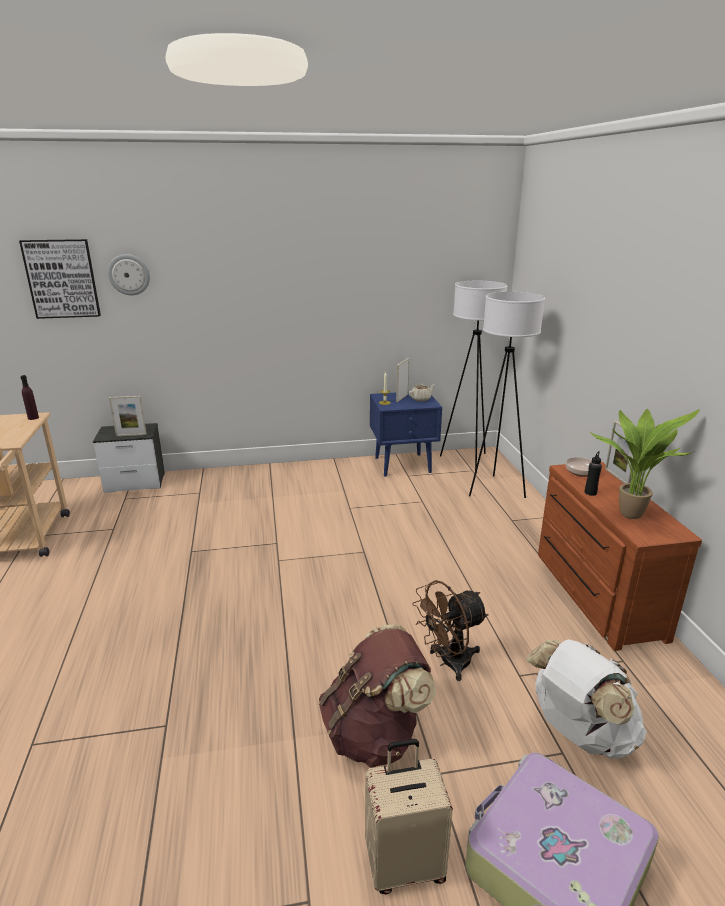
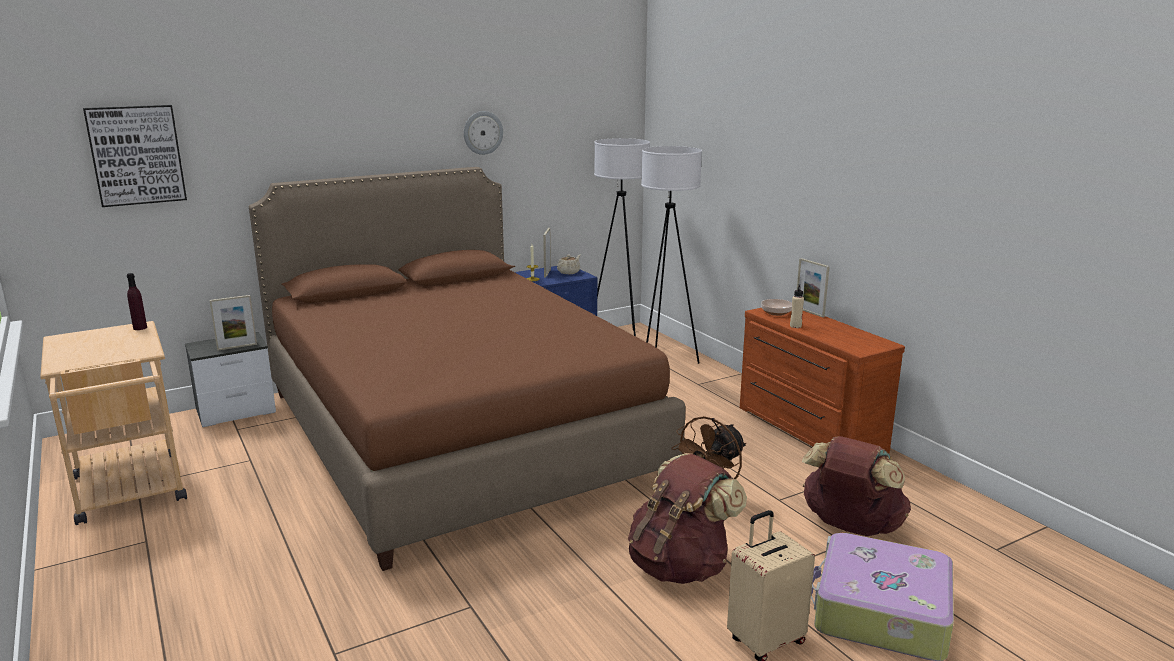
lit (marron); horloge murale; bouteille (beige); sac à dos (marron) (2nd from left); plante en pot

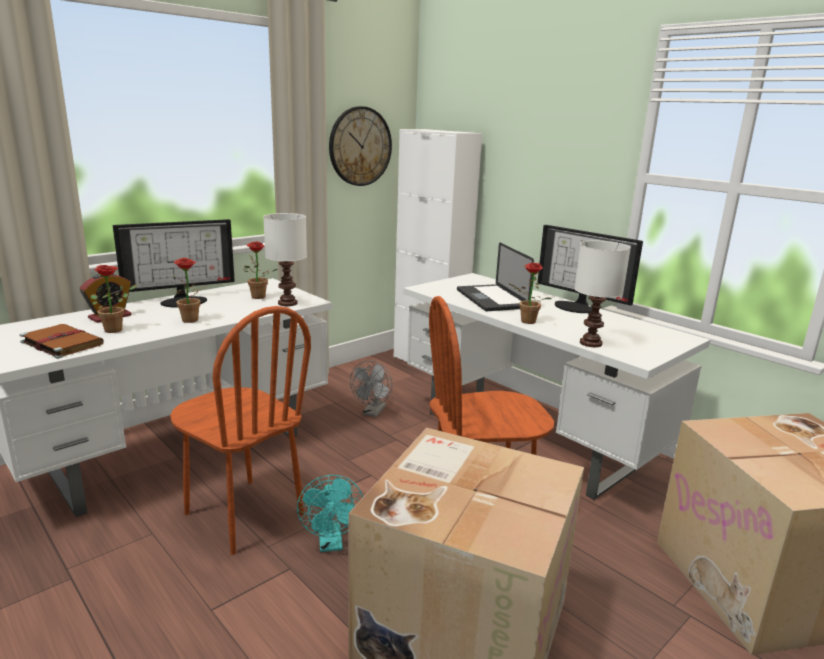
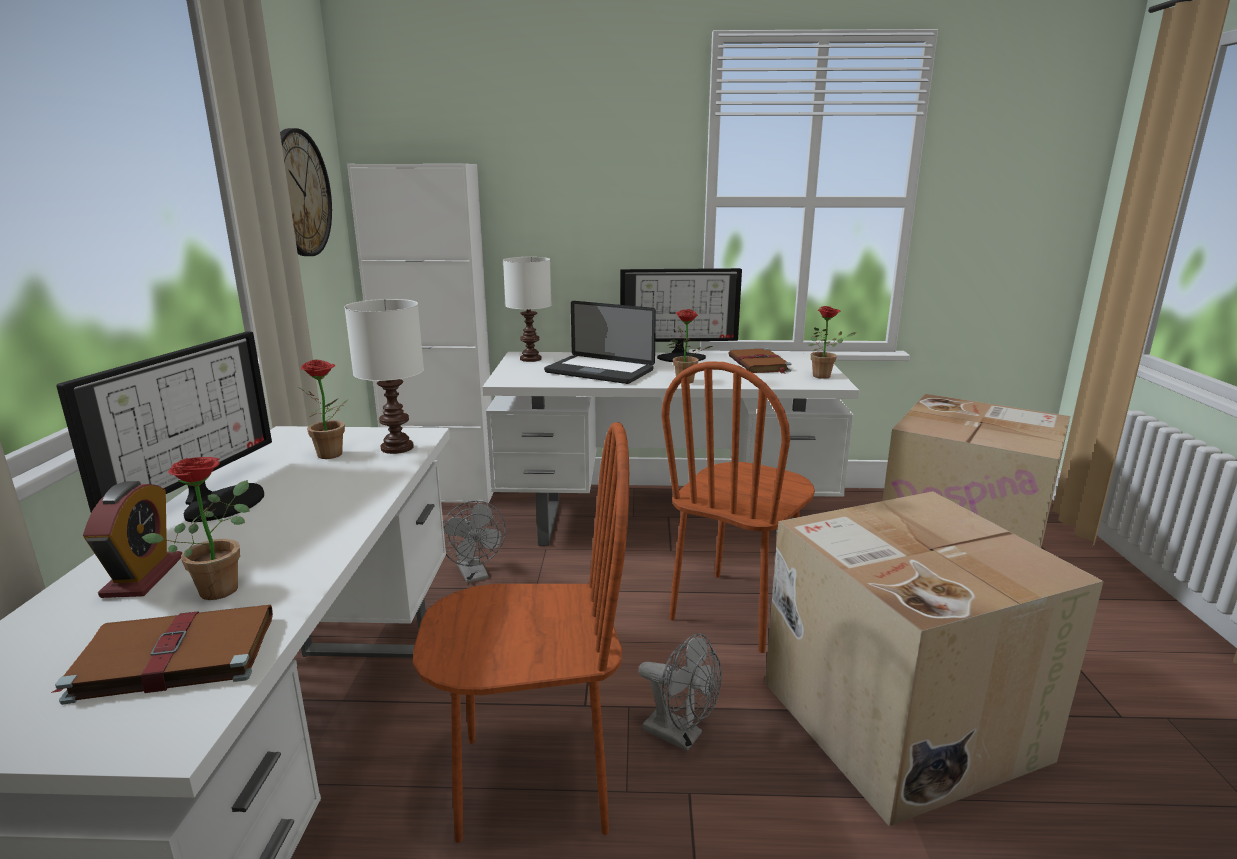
lampe de table (blanc) (2nd from left); ventilateur (gris) (2nd from left); livre (marron) (2nd from left); plante en pot (4th from left)

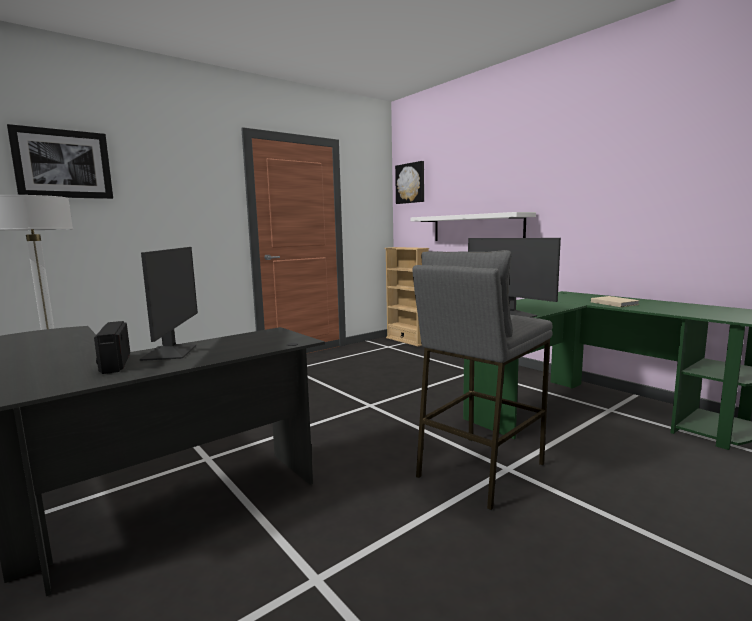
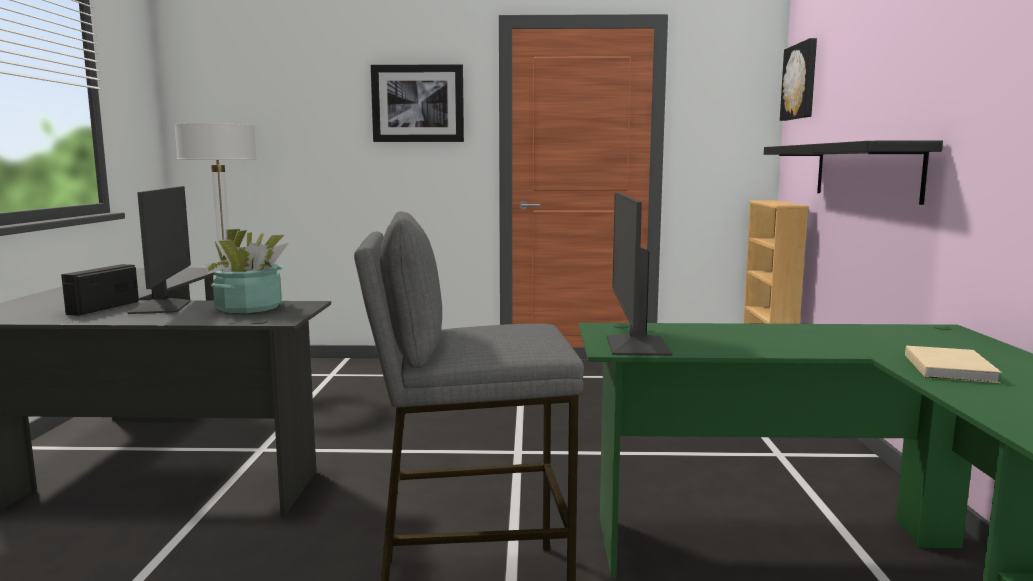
écran d'ordinateur (1st from left); plante en pot; tableau (1st from left); étagère (noir)

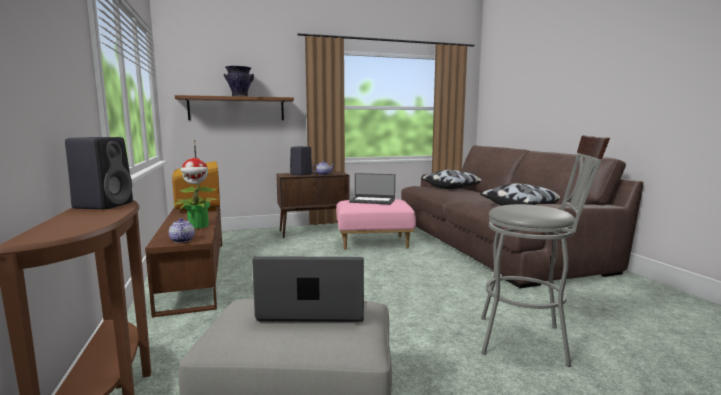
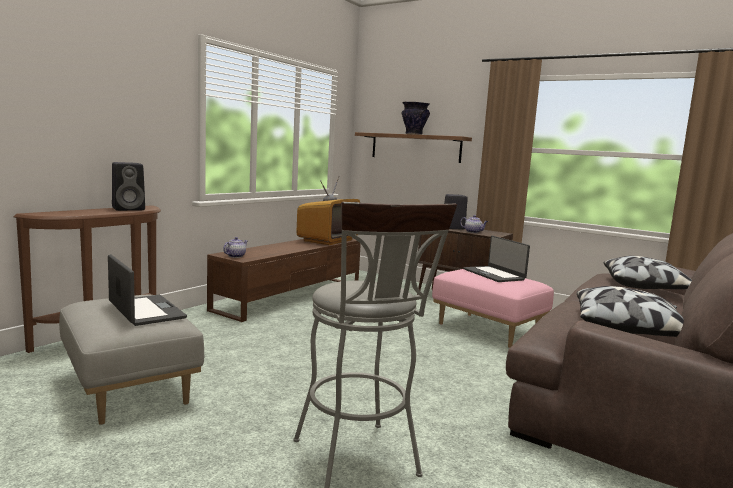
plante en pot

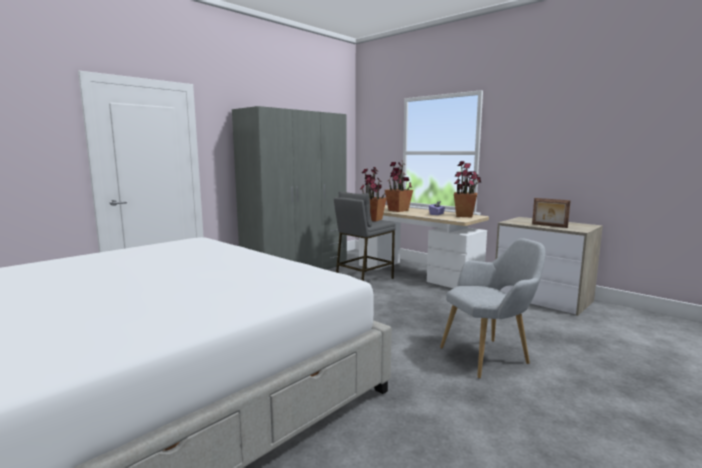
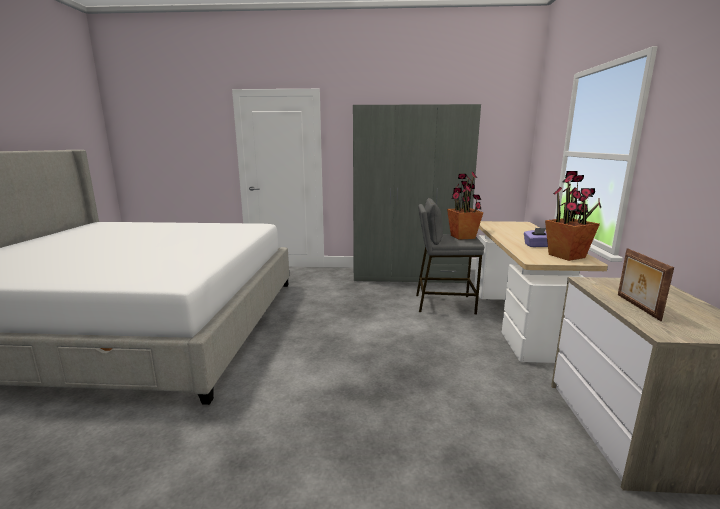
plante en pot (2nd from left in the first image); fauteuil (gris)

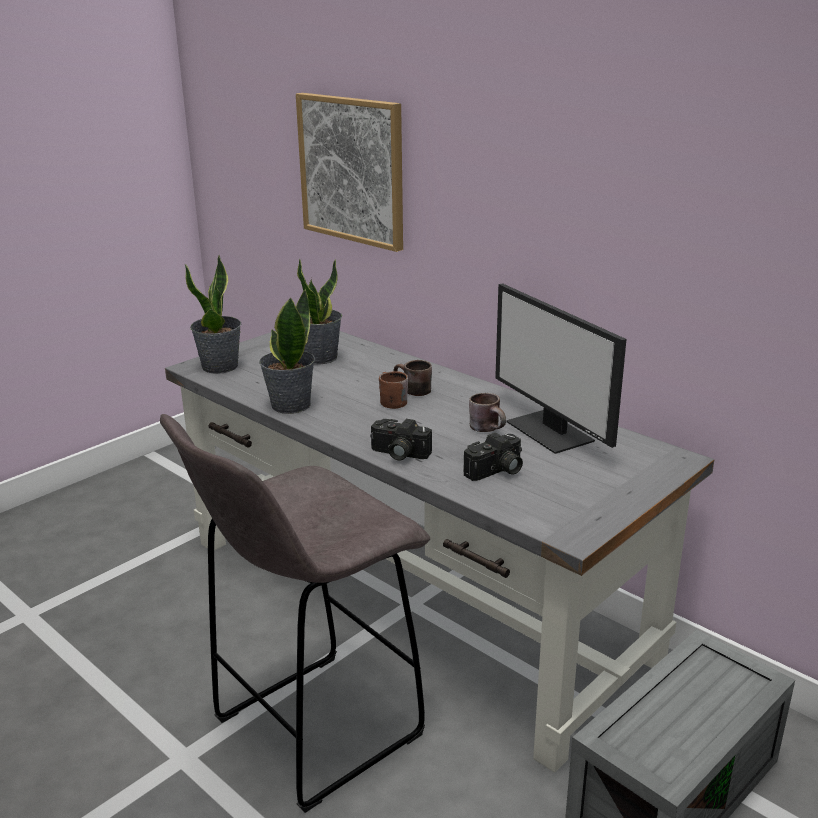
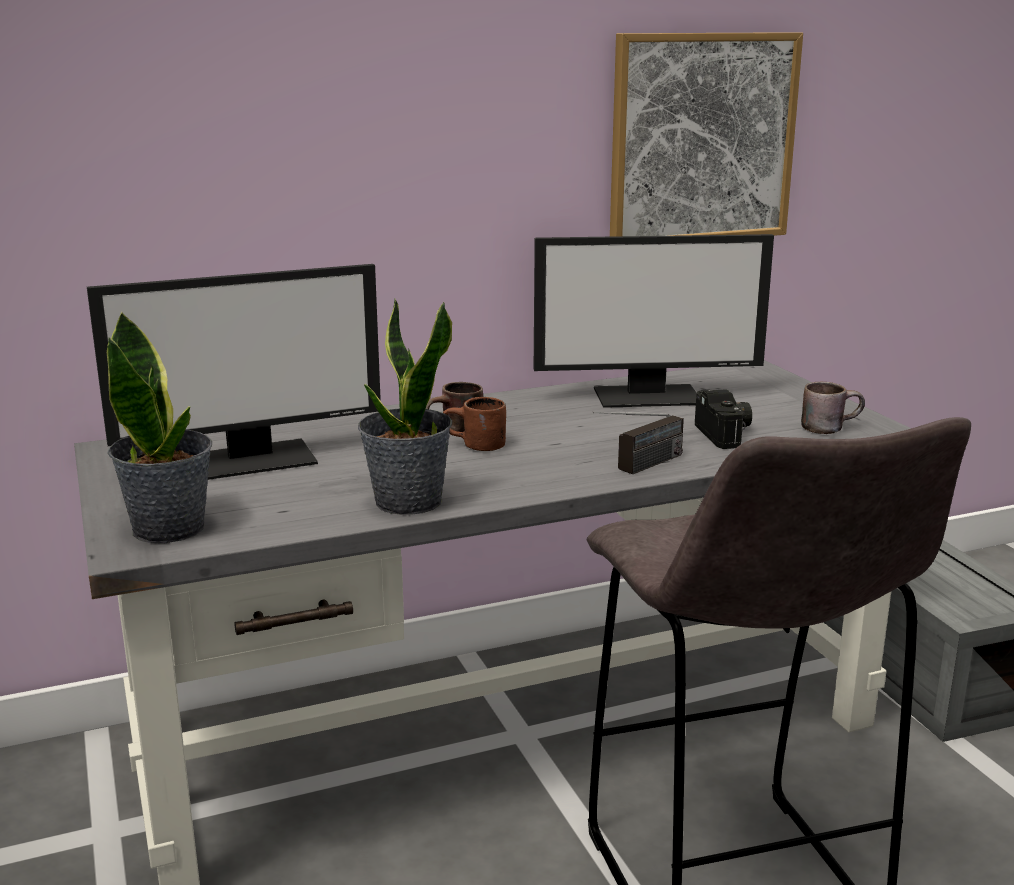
écran d'ordinateur (1st from left); radio; tableau; mug (marron) (3rd from left)

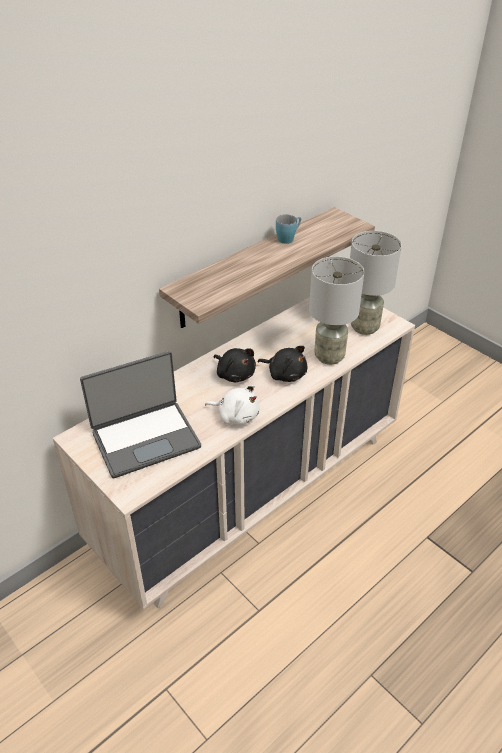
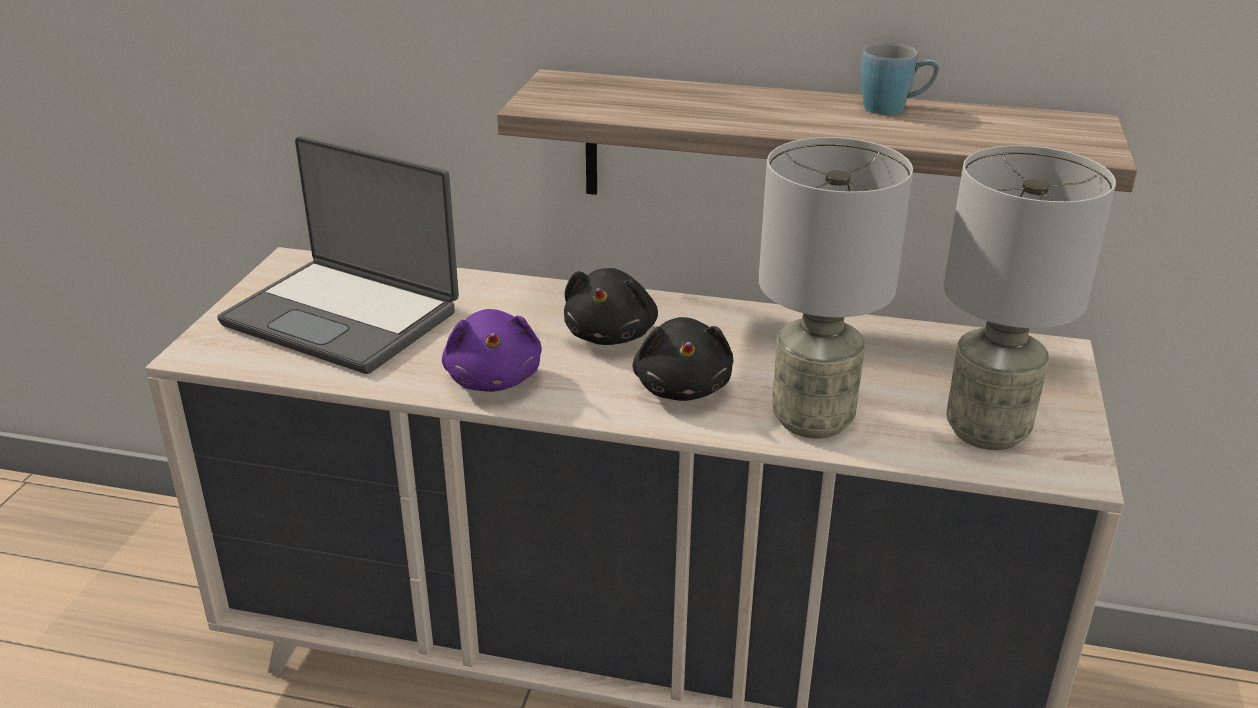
peluche (violet)

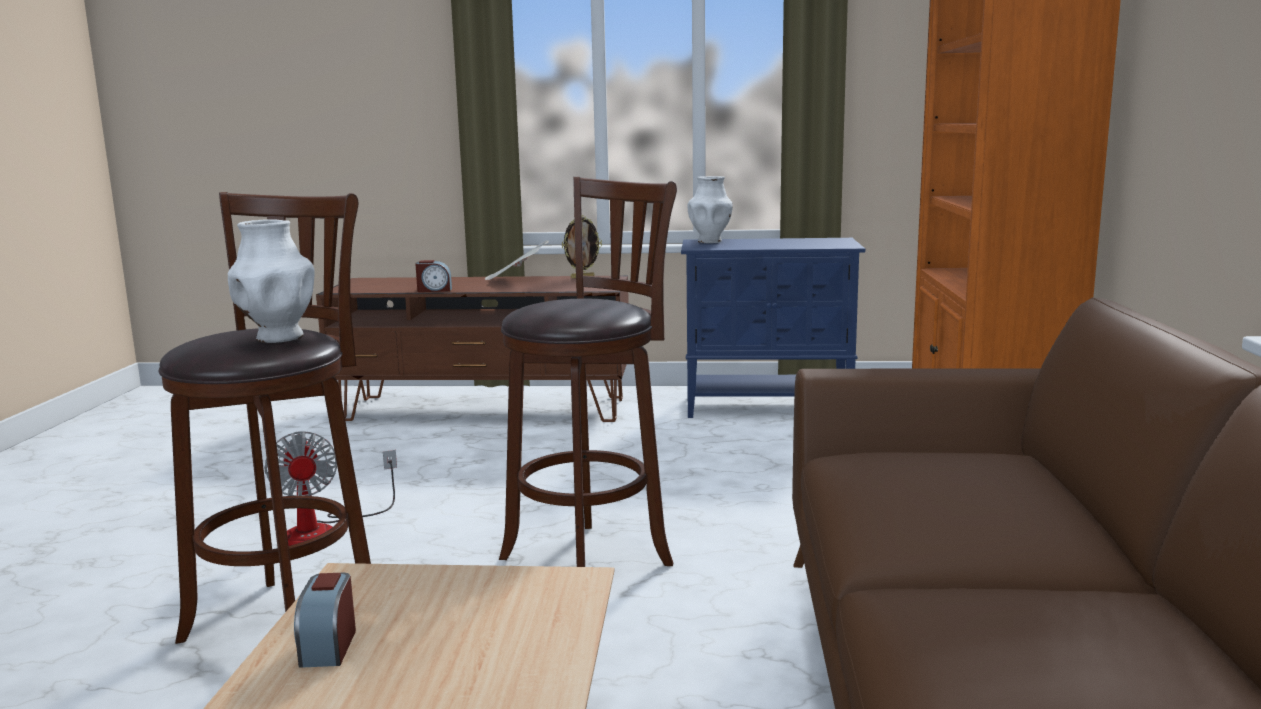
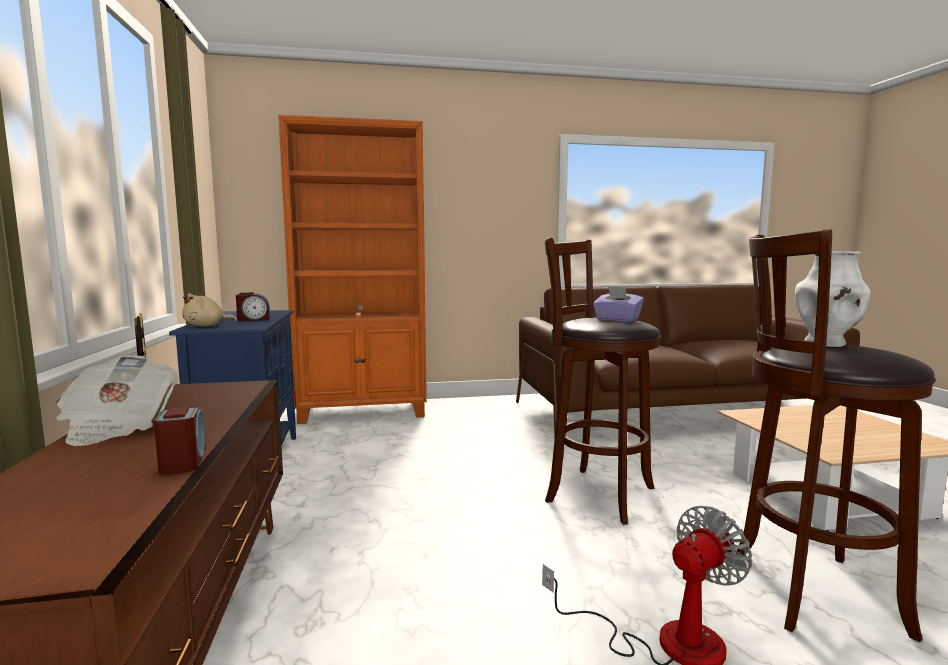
peluche (beige); réveil (2nd from left); boîte à mouchoirs (violet)

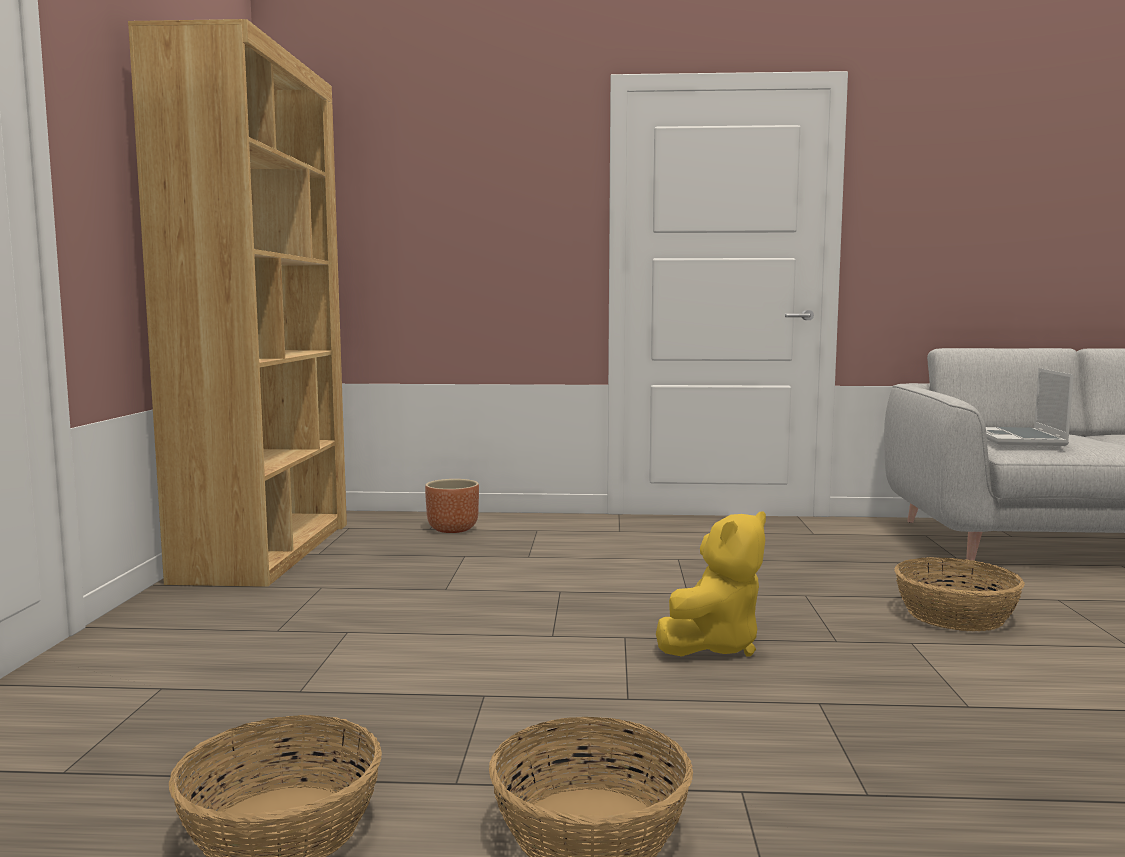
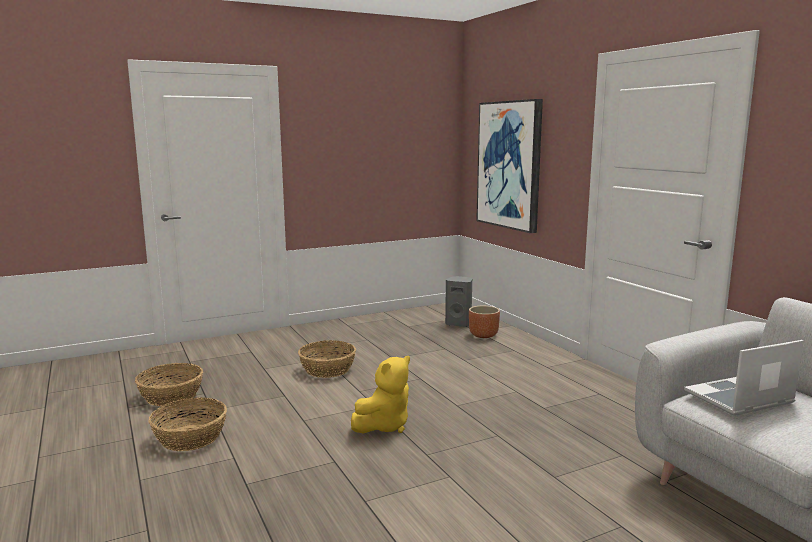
panier (3rd from left); peluche (jaune); enceinte (gris); tableau; bibliothèque (marron)

